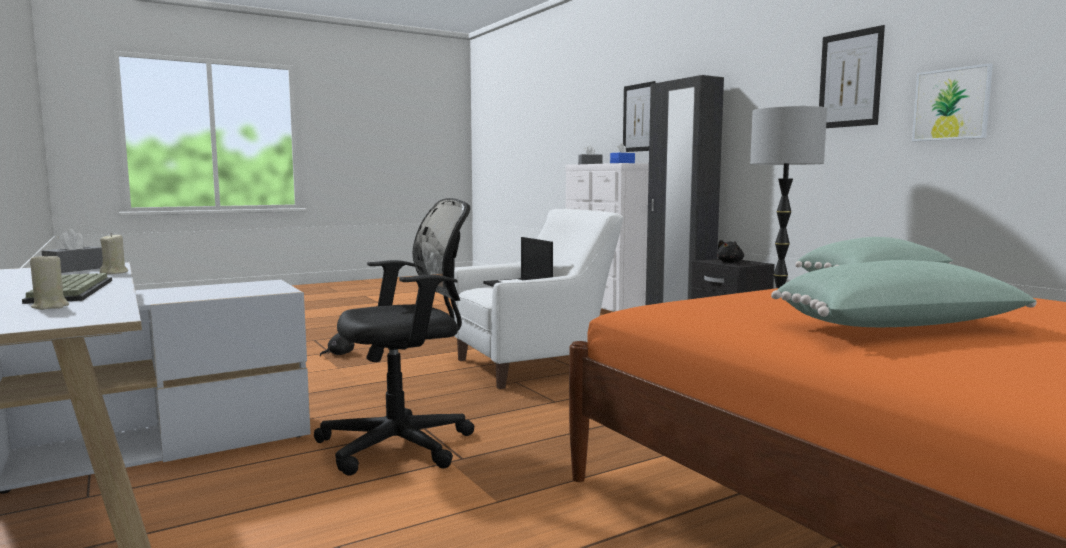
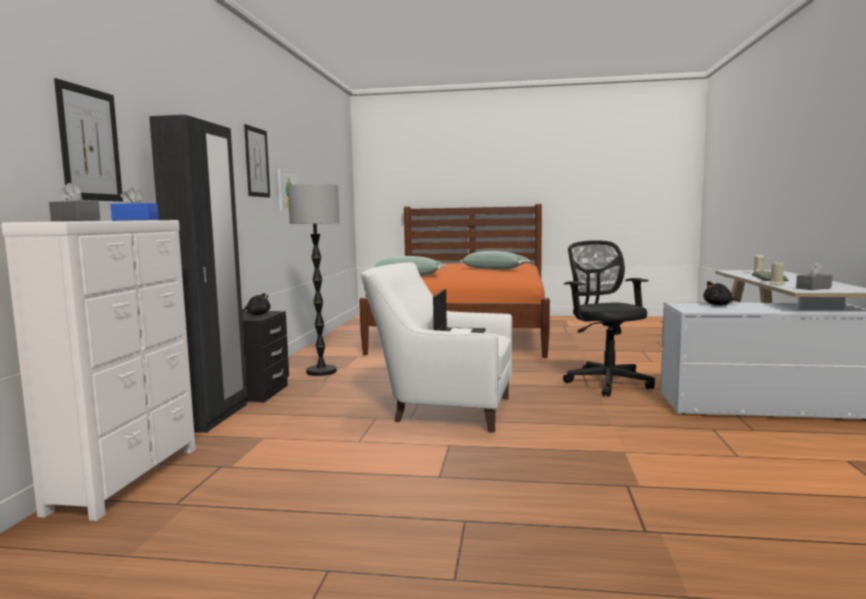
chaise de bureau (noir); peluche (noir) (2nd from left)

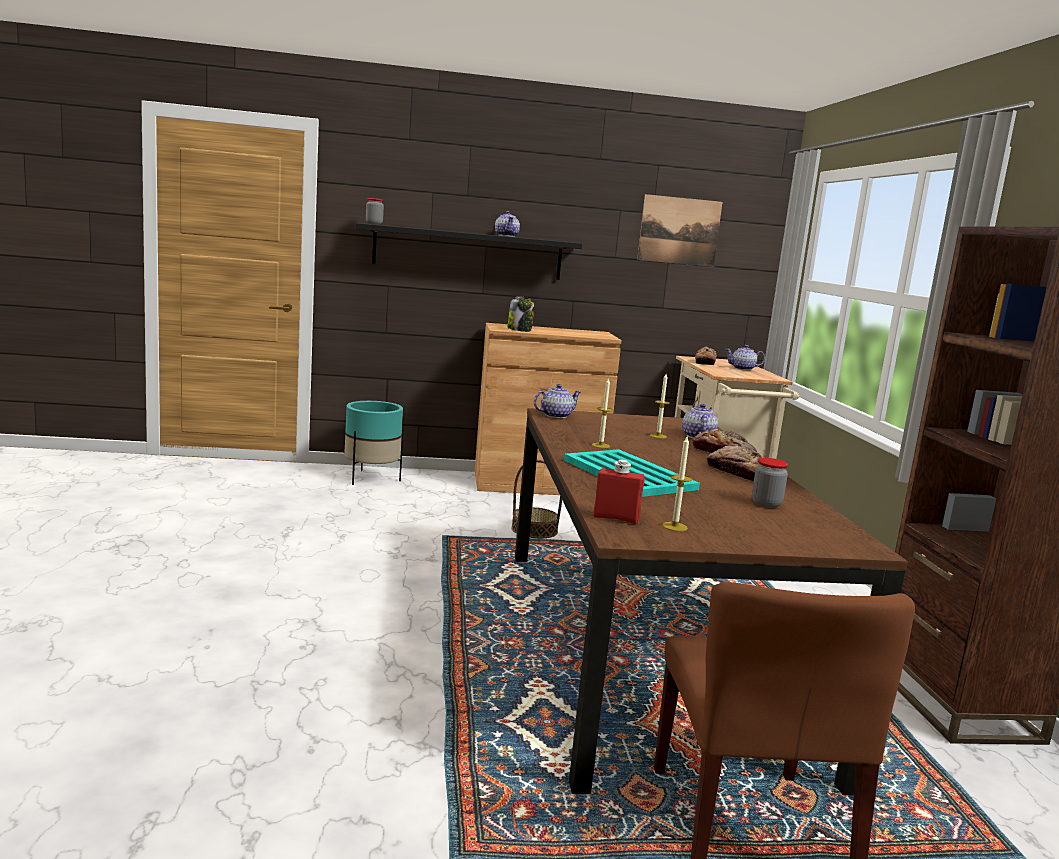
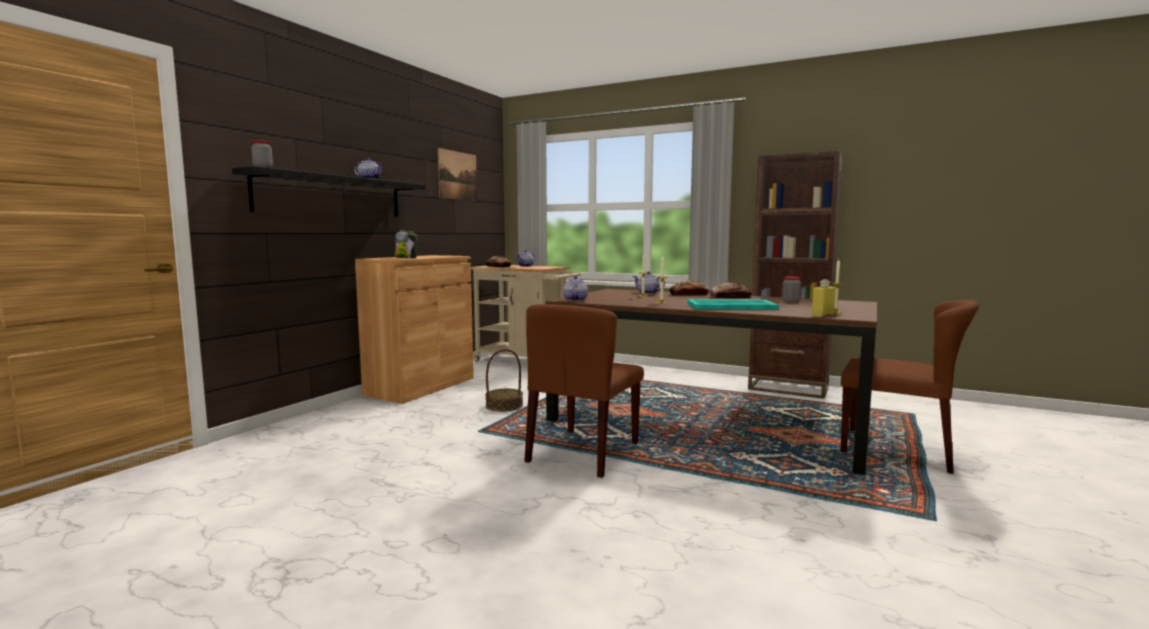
chaise (marron) (1st from left); bouteille (jaune); cache-pot (turquoise)

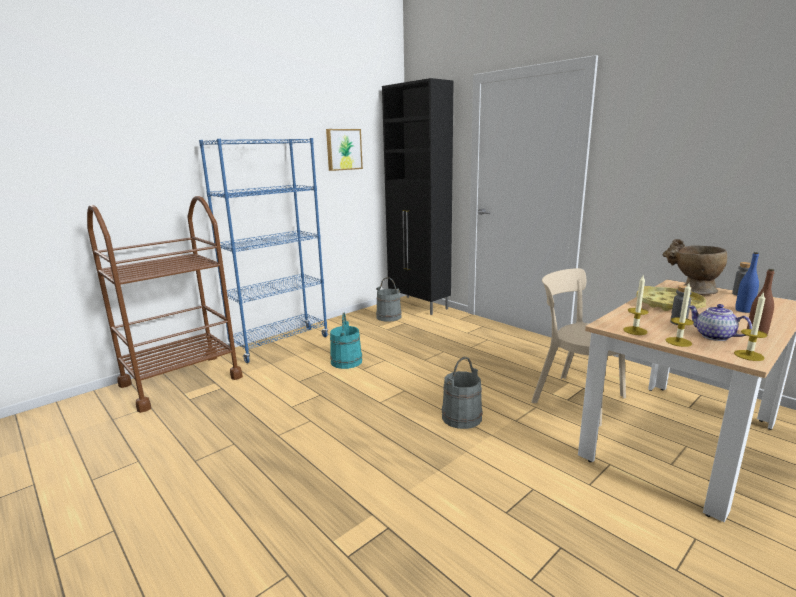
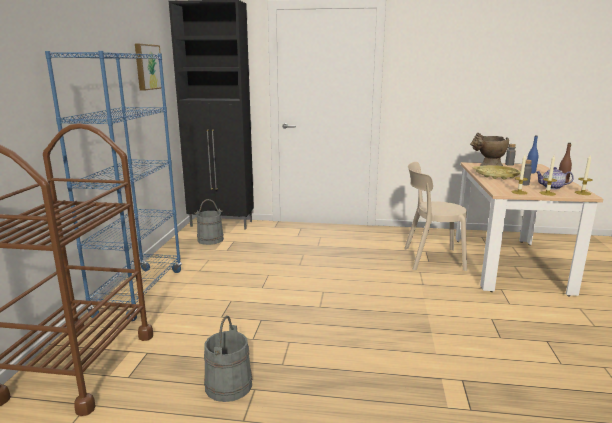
seau (gris) (2nd from left); seau (turquoise)

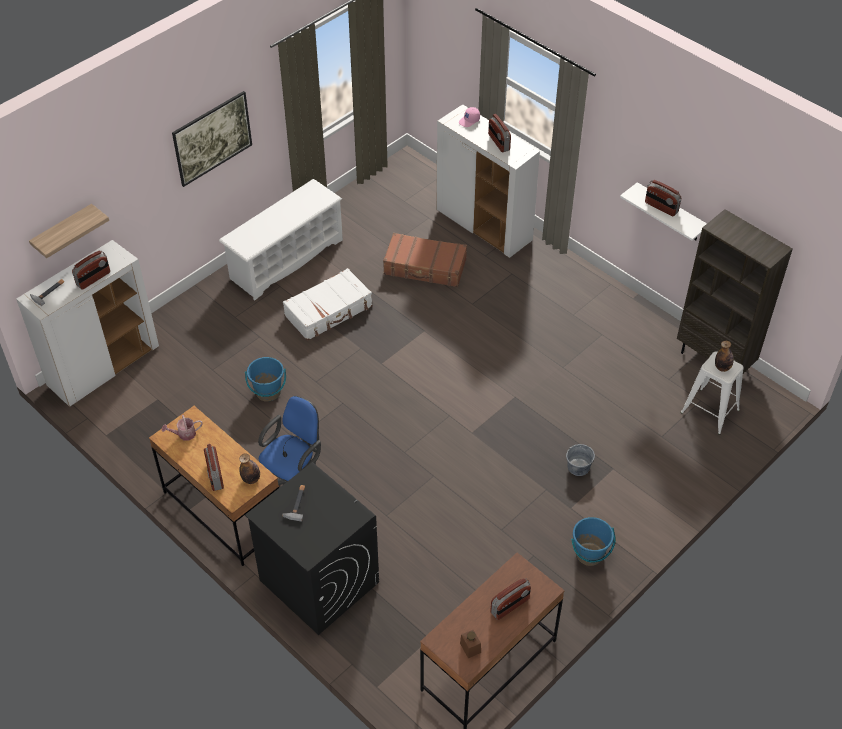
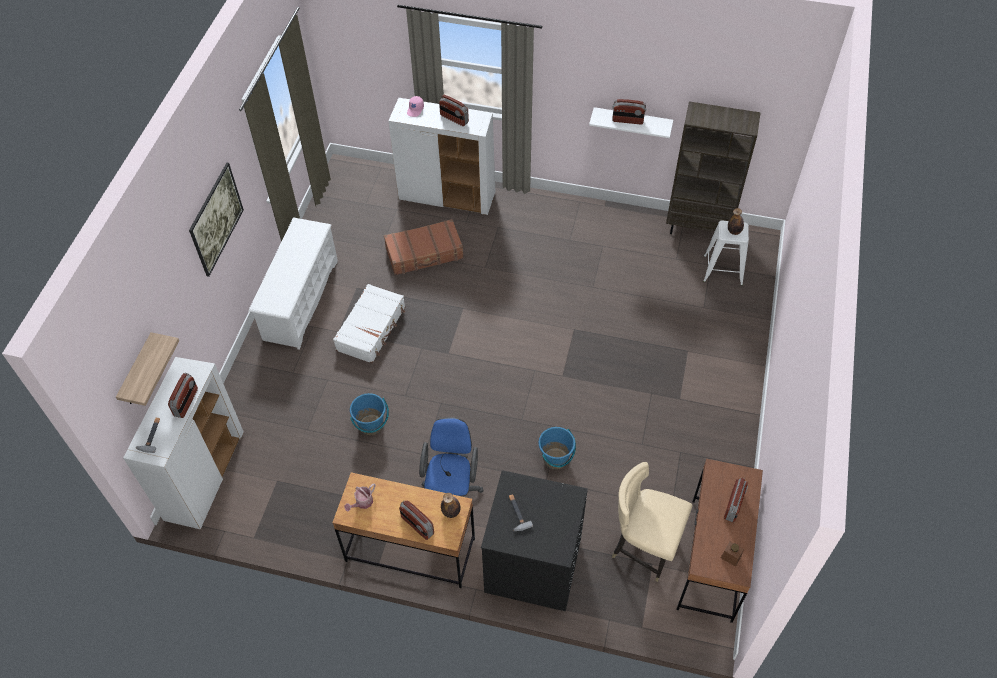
seau (bleu) (2nd from left); chaise (beige); seau (gris)

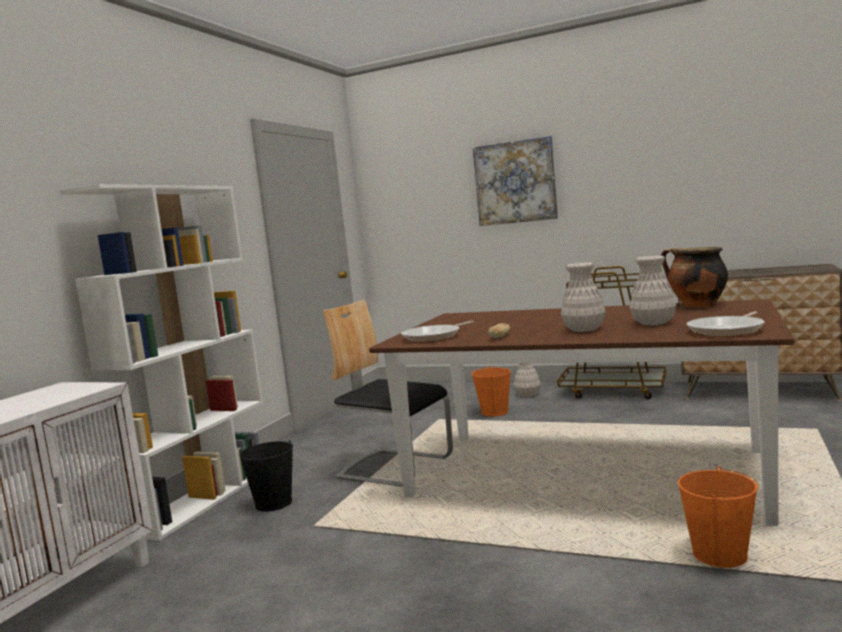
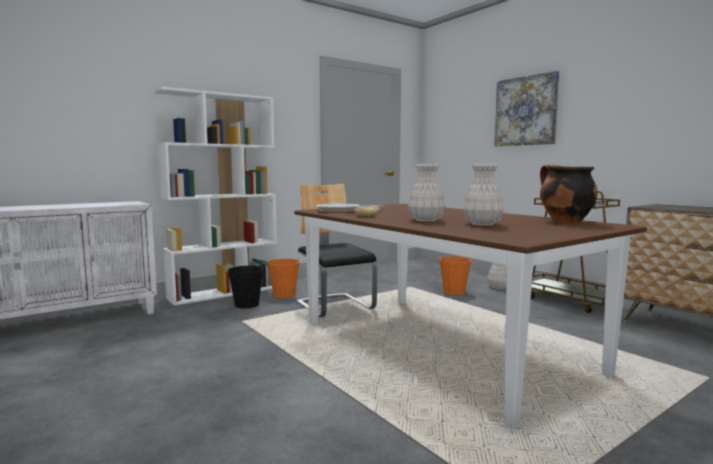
seau (orange) (1st from left); poêle (2nd from left in the first image)

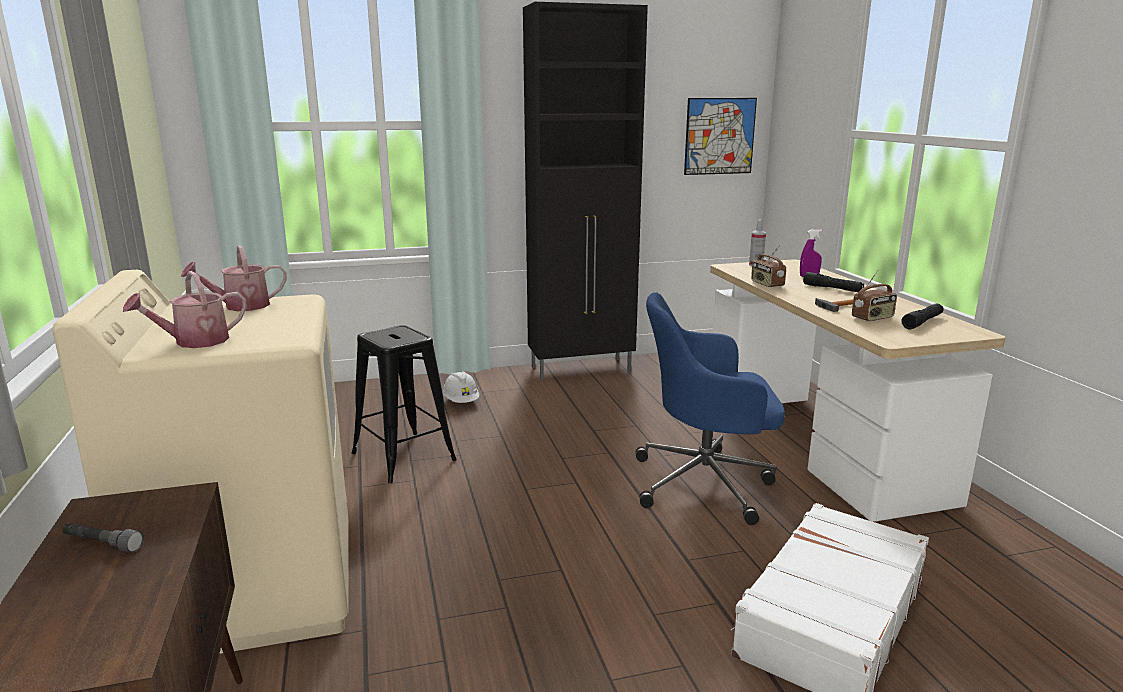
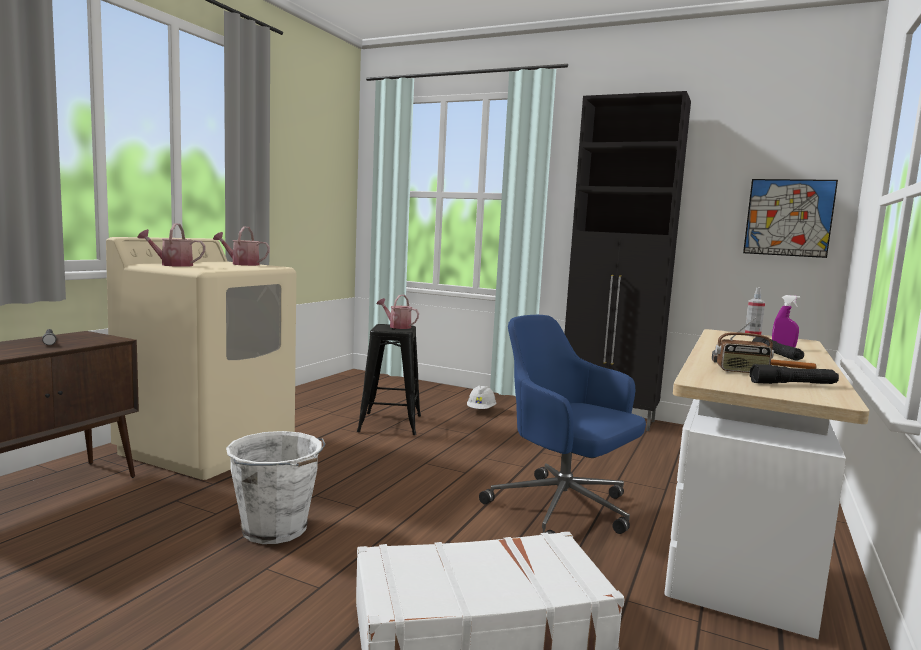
seau (blanc); arrosoir (3rd from left); radio (1st from left in the first image)

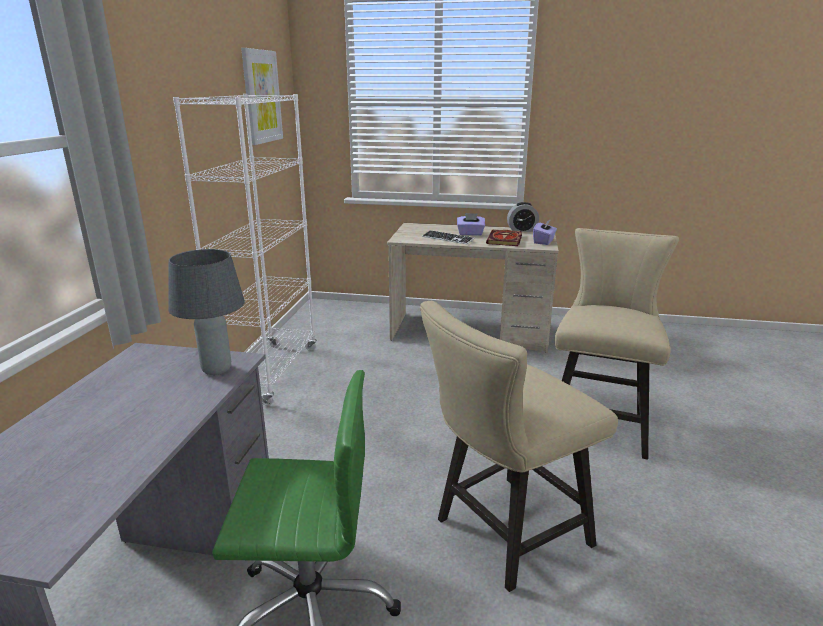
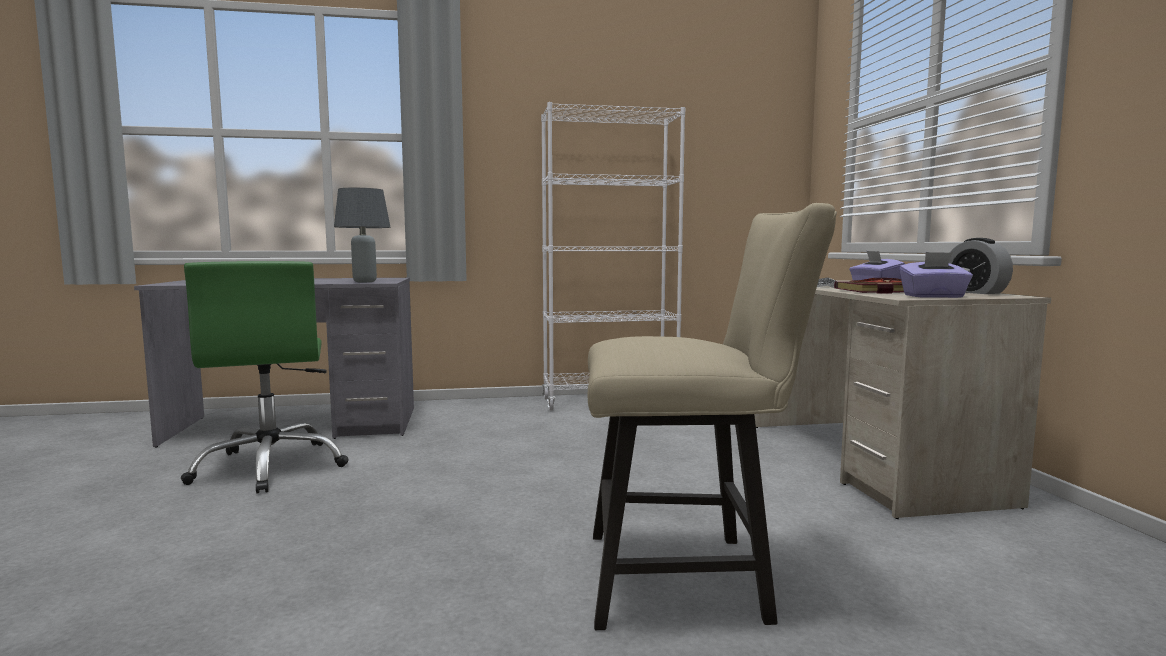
tableau; chaise (beige) (1st from left in the first image)

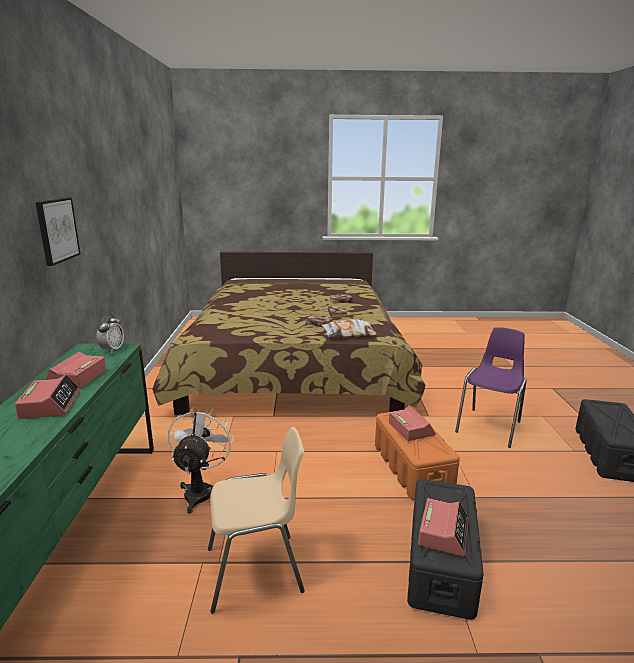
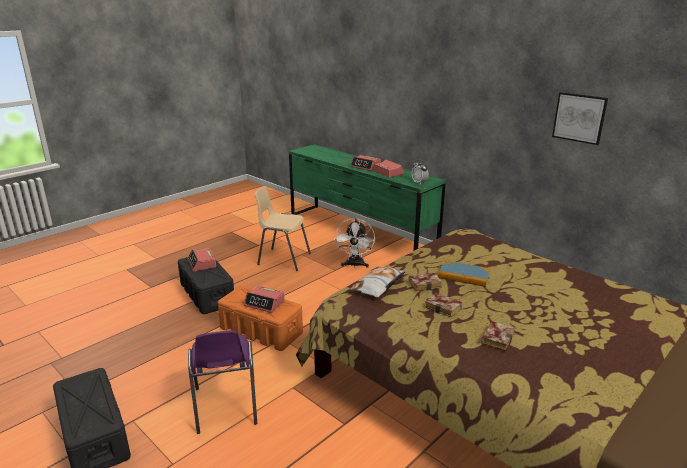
chaise (beige); ventilateur (blanc); livre (3rd from left); tableau

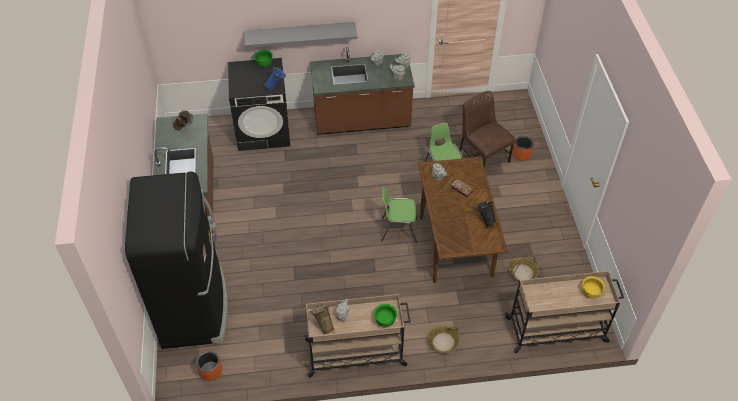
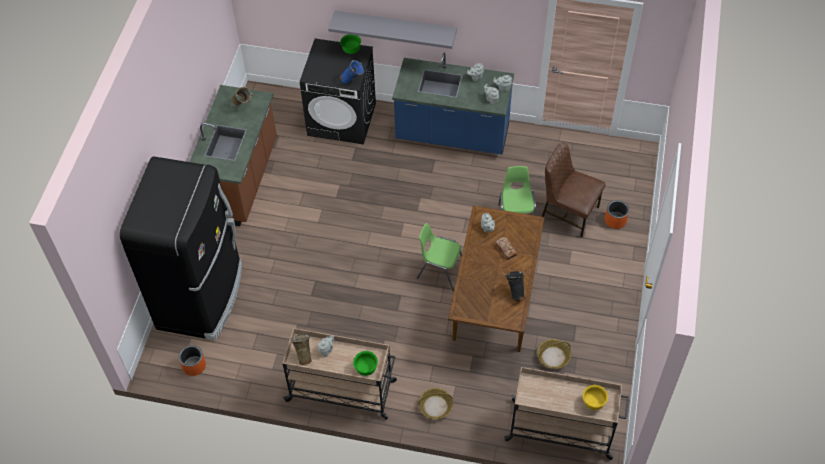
comptoir de cuisine (bleu); chaise (marron)

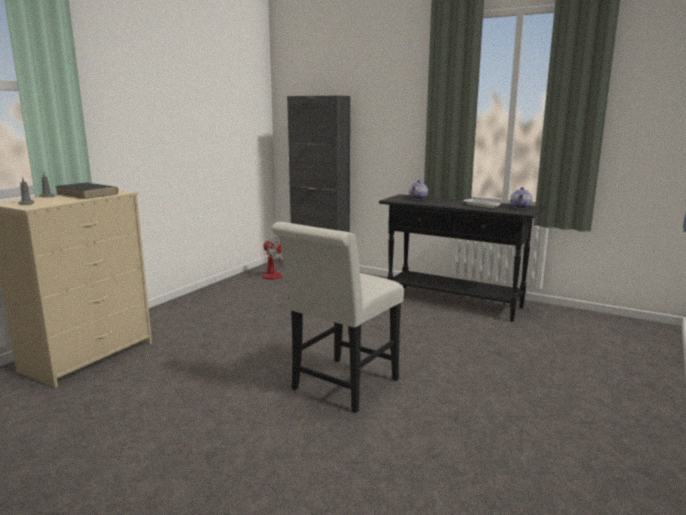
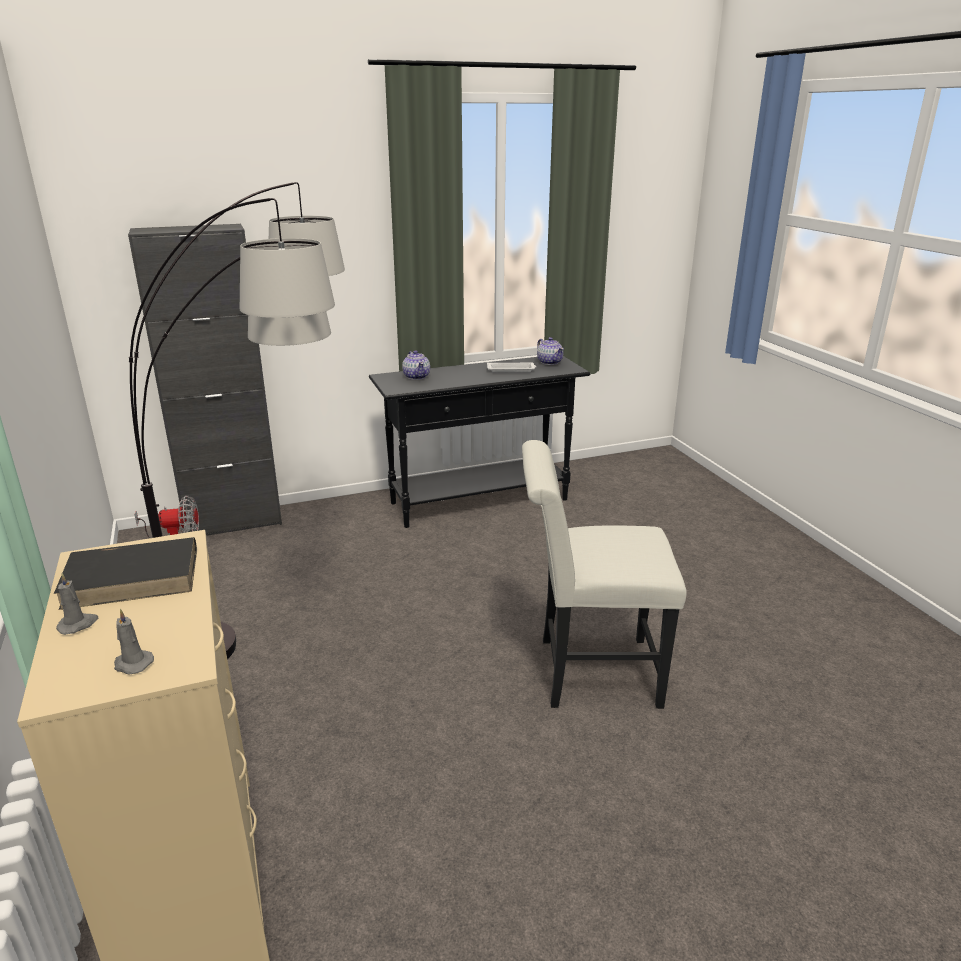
lampadaire; chaise (blanc)

